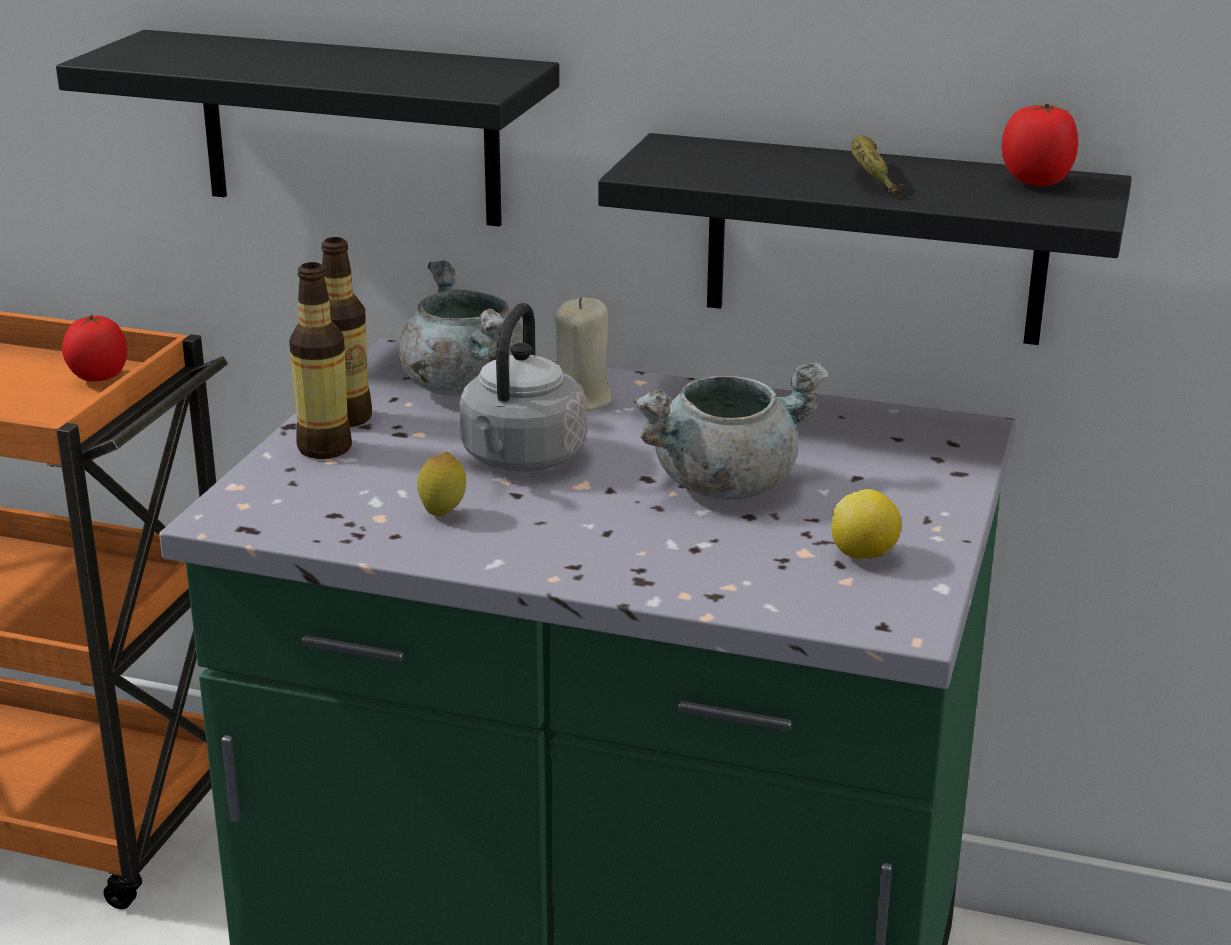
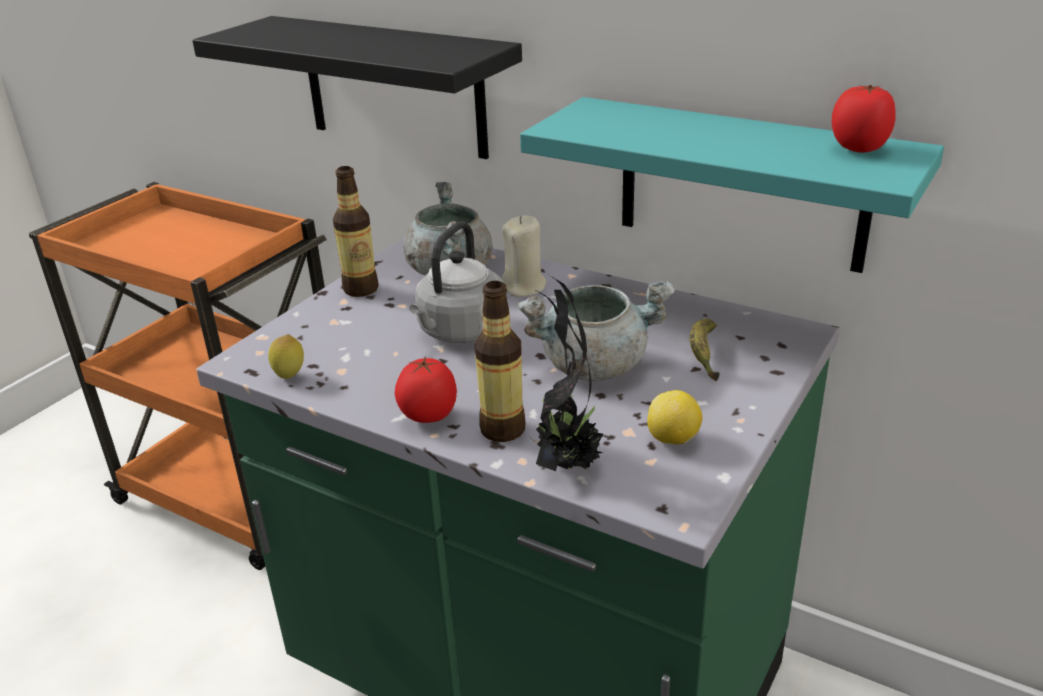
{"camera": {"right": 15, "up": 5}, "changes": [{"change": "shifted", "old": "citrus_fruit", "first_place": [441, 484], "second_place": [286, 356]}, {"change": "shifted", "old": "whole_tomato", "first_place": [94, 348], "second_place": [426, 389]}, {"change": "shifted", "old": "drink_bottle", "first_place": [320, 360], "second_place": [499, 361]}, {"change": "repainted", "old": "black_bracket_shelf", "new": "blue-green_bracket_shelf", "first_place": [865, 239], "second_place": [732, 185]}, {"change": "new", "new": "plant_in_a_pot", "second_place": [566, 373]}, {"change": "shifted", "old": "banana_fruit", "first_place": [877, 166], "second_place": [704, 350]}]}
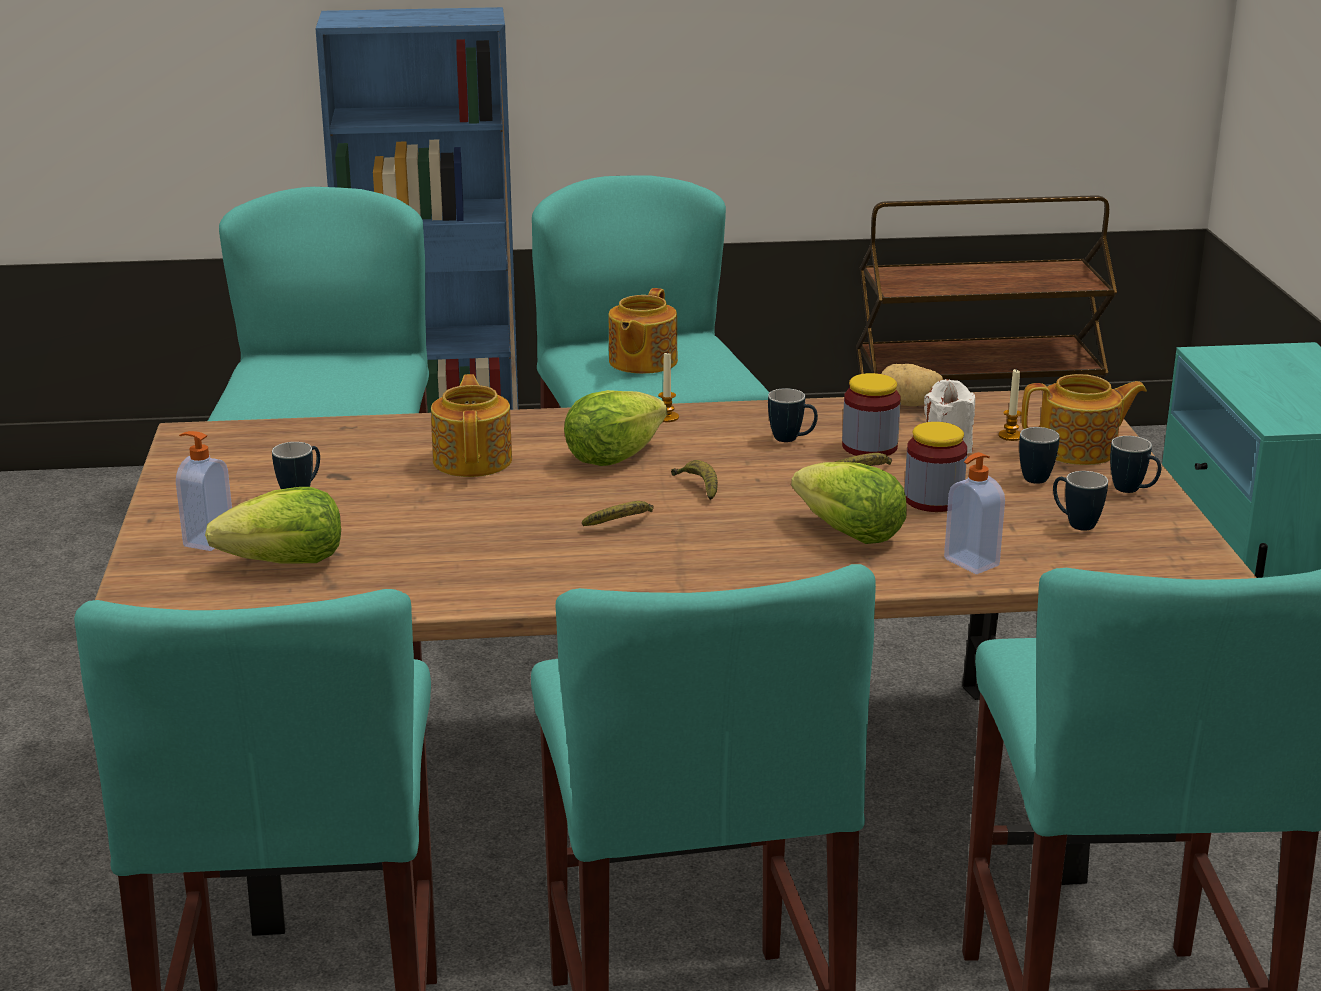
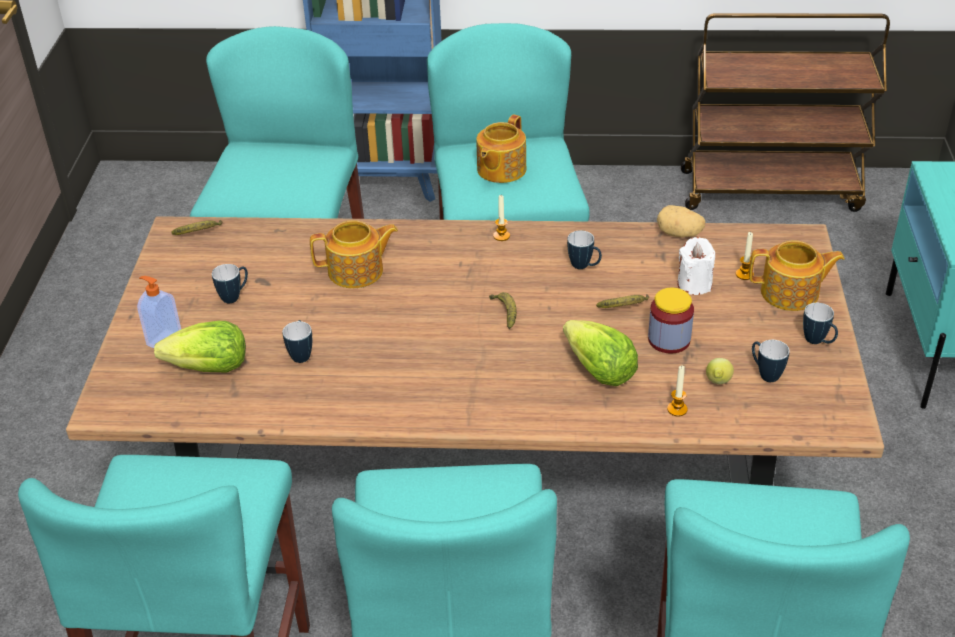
{"camera": {"right": 10, "up": 15}, "changes": [{"change": "shifted", "old": "banana_fruit", "first_place": [618, 513], "second_place": [196, 227]}, {"change": "shifted", "old": "mug", "first_place": [1039, 455], "second_place": [297, 341]}, {"change": "rotated", "old": "pot_for_tea", "first_place": [471, 425], "second_place": [354, 254], "degrees": 75}, {"change": "swapped", "old": "soap_bottle", "new": "wax_light", "first_place": [974, 513], "second_place": [677, 391]}, {"change": "new", "new": "citrus_fruit", "second_place": [720, 371]}, {"change": "gone", "old": "head_of_lettuce", "first_place": [615, 428]}, {"change": "gone", "old": "jar", "first_place": [871, 414]}]}
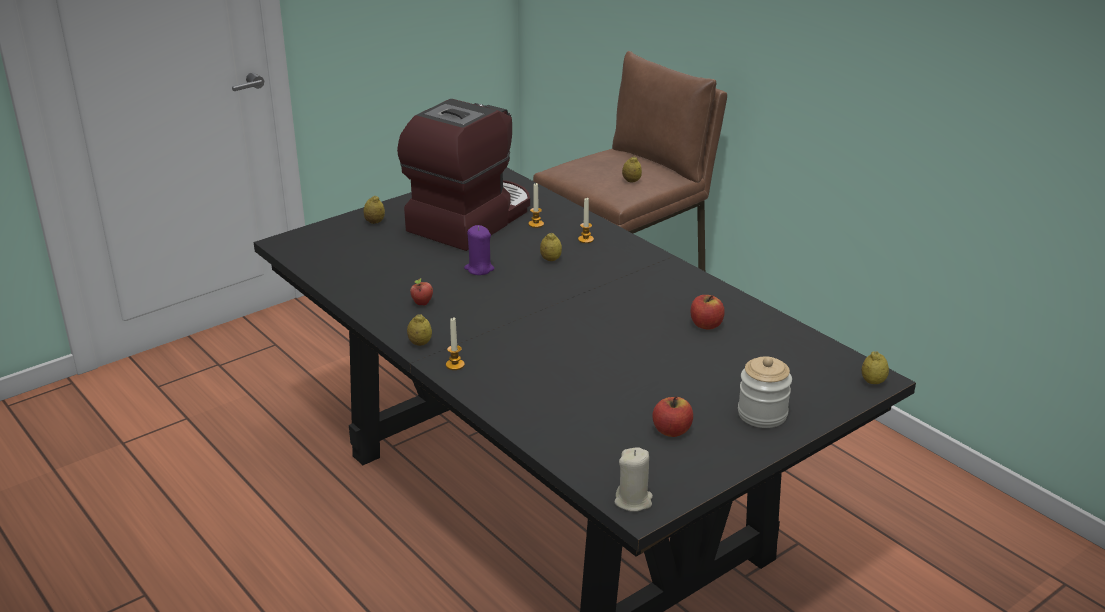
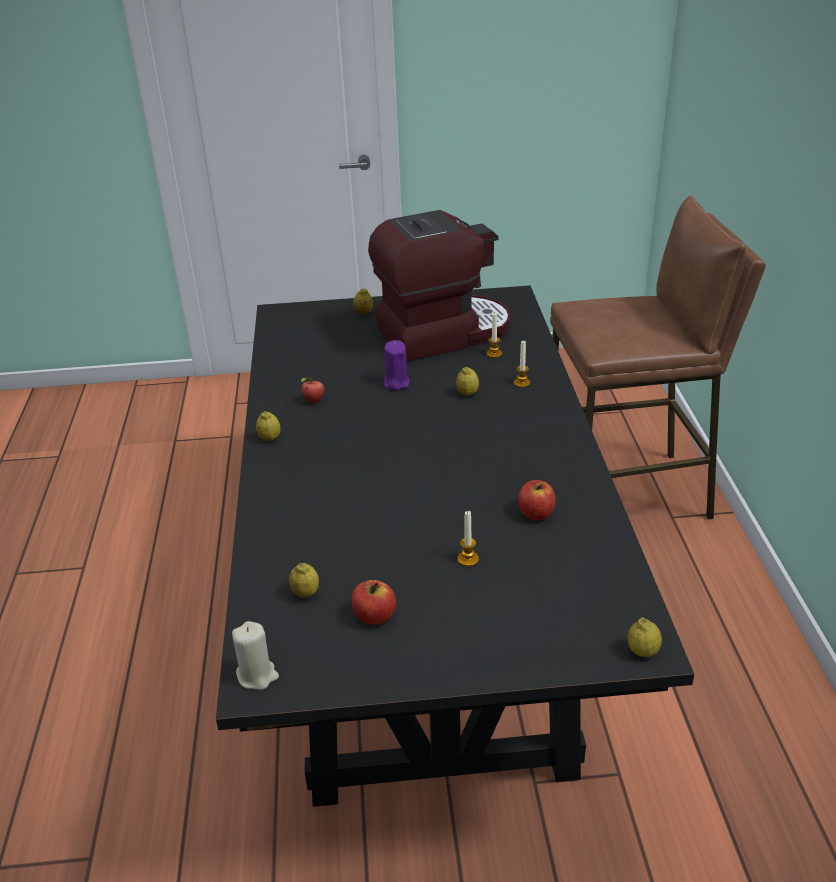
{"camera": {"right": 35, "up": 5}, "changes": [{"change": "shifted", "old": "citrus_fruit", "first_place": [632, 169], "second_place": [304, 580]}, {"change": "shifted", "old": "wax_light", "first_place": [455, 344], "second_place": [468, 538]}, {"change": "gone", "old": "jar", "first_place": [765, 392]}]}
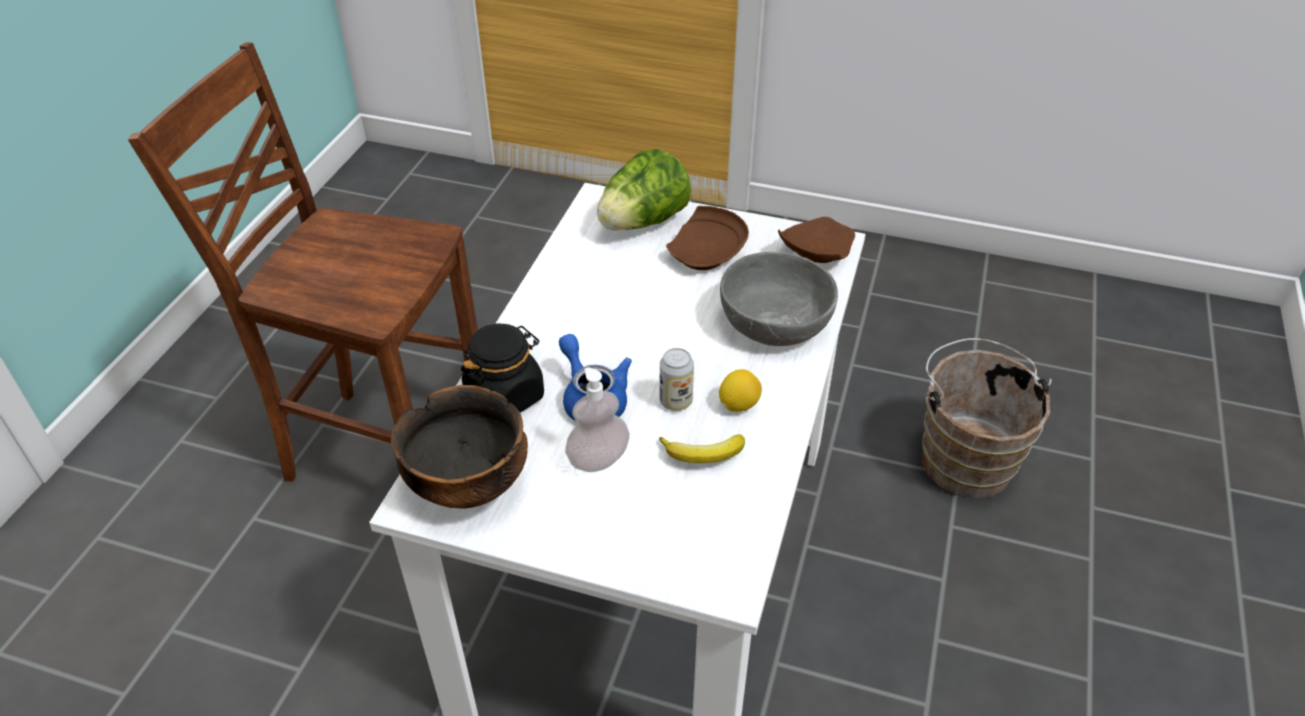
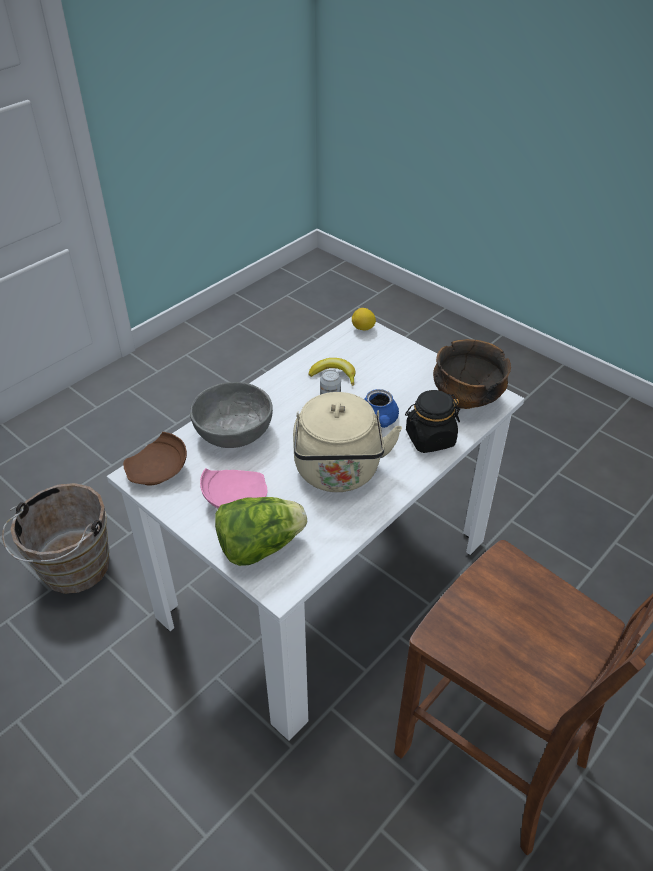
{"camera": {"right": -155, "up": 0}, "changes": [{"change": "repainted", "old": "brown_flat_dish", "new": "pinkish_flat_dish", "first_place": [707, 238], "second_place": [233, 488]}, {"change": "new", "new": "beige_kettle", "second_place": [347, 442]}, {"change": "shifted", "old": "citrus_fruit", "first_place": [740, 390], "second_place": [364, 319]}, {"change": "gone", "old": "soap_bottle", "first_place": [597, 419]}]}
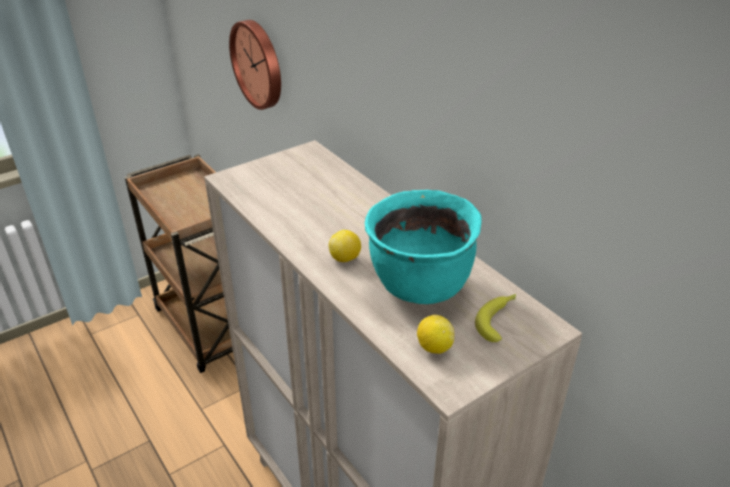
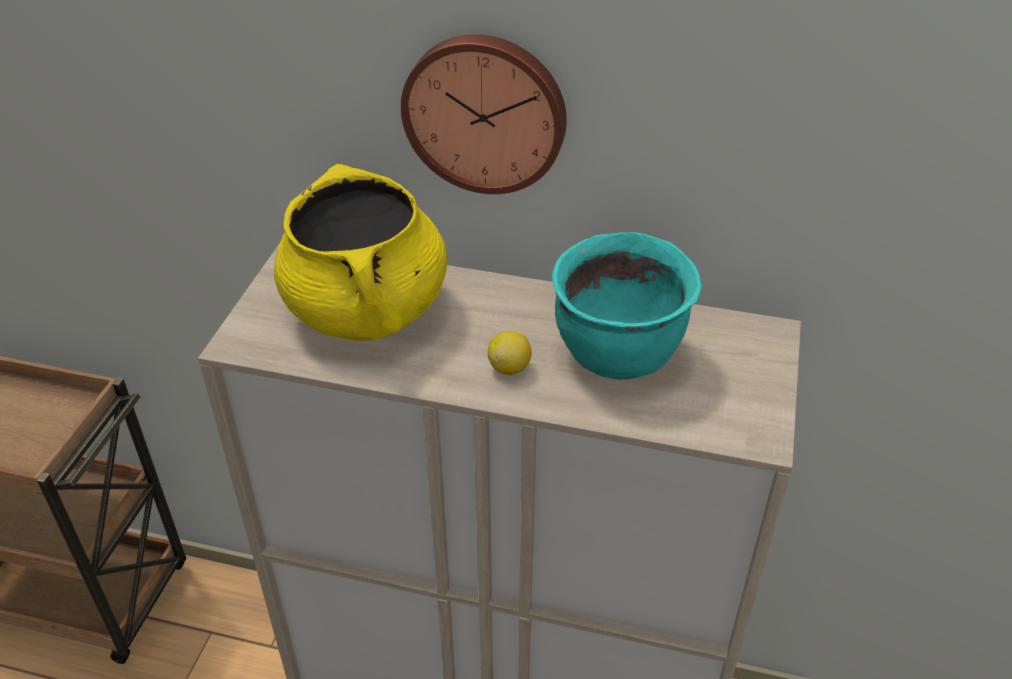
{"camera": {"right": -40, "up": 5}, "changes": [{"change": "new", "new": "yellow_saucepot", "second_place": [360, 252]}, {"change": "shifted", "old": "wall_clock", "first_place": [255, 65], "second_place": [484, 114]}, {"change": "gone", "old": "citrus_fruit", "first_place": [435, 334]}, {"change": "gone", "old": "banana_fruit", "first_place": [495, 318]}]}
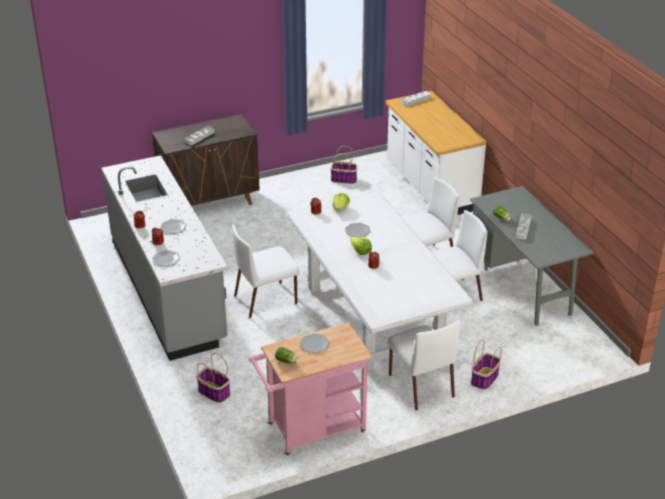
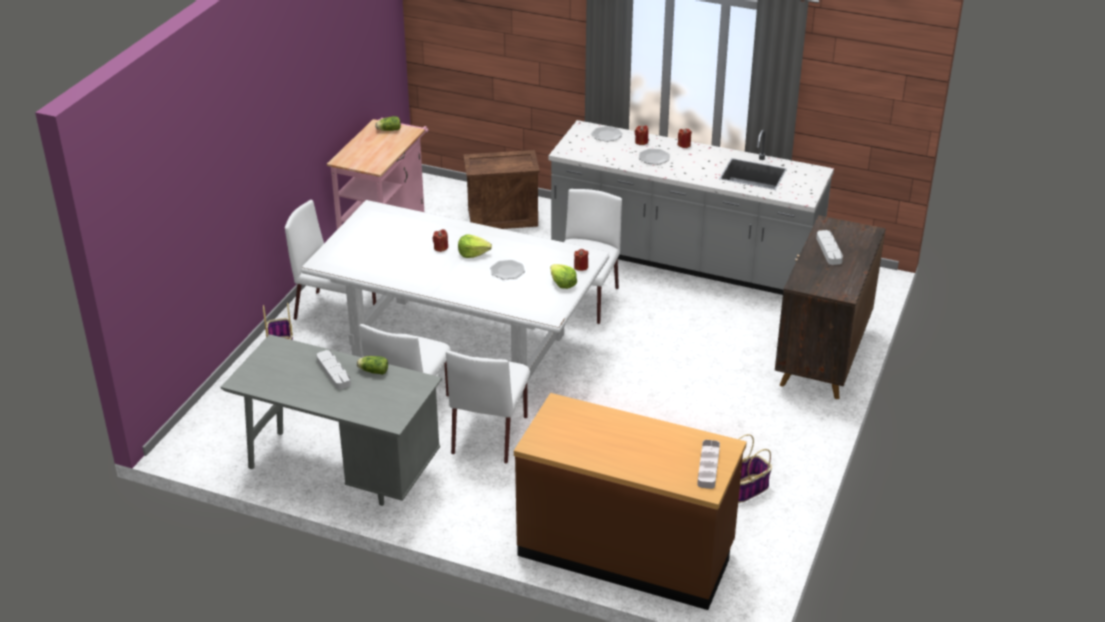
{"camera": {"right": 135, "up": 0}, "changes": [{"change": "swapped", "old": "household_basket", "new": "packing_crate", "first_place": [213, 378], "second_place": [501, 189]}, {"change": "repainted", "old": "white_kitchen_counter", "new": "brown_kitchen_counter", "first_place": [436, 153], "second_place": [630, 501]}, {"change": "gone", "old": "flat_dish", "first_place": [314, 343]}]}
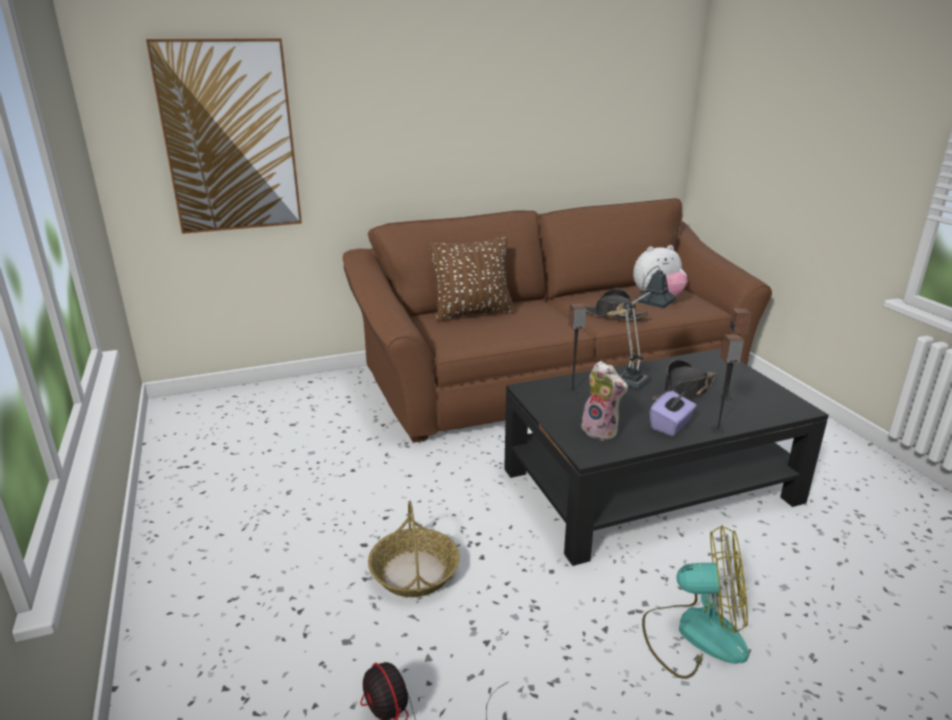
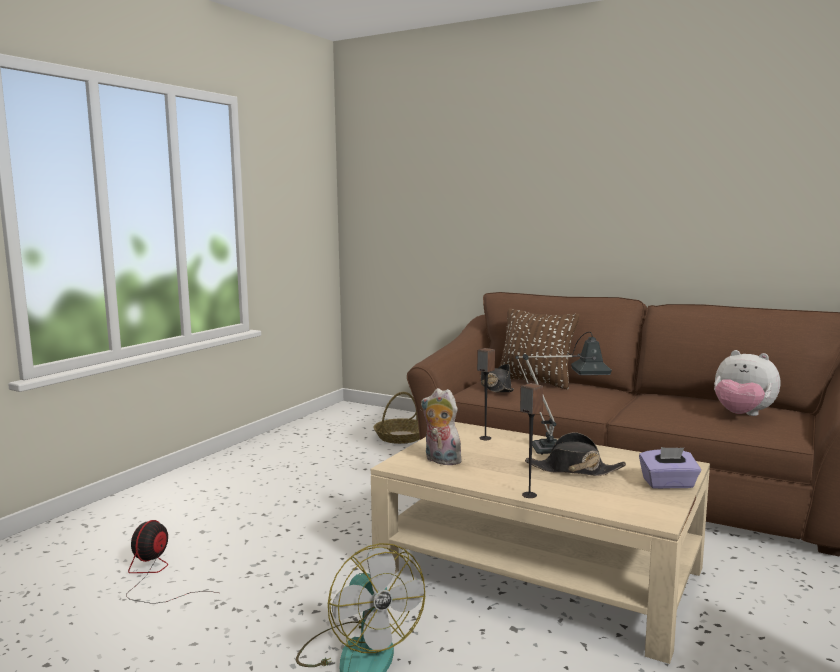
{"camera": {"right": 50, "up": -15}, "changes": [{"change": "repainted", "old": "black_low_table", "new": "beige_low_table", "first_place": [666, 457], "second_place": [540, 543]}, {"change": "shifted", "old": "household_basket", "first_place": [414, 549], "second_place": [396, 418]}, {"change": "rotated", "old": "cuddly_toy", "first_place": [604, 401], "second_place": [441, 426], "degrees": 120}, {"change": "shifted", "old": "black_clothing_hat", "first_place": [616, 304], "second_place": [497, 378]}, {"change": "shifted", "old": "purple_tissue_holder", "first_place": [673, 413], "second_place": [670, 468]}, {"change": "gone", "old": "wall_art", "first_place": [224, 136]}, {"change": "gone", "old": "speaker", "first_place": [735, 354]}]}
